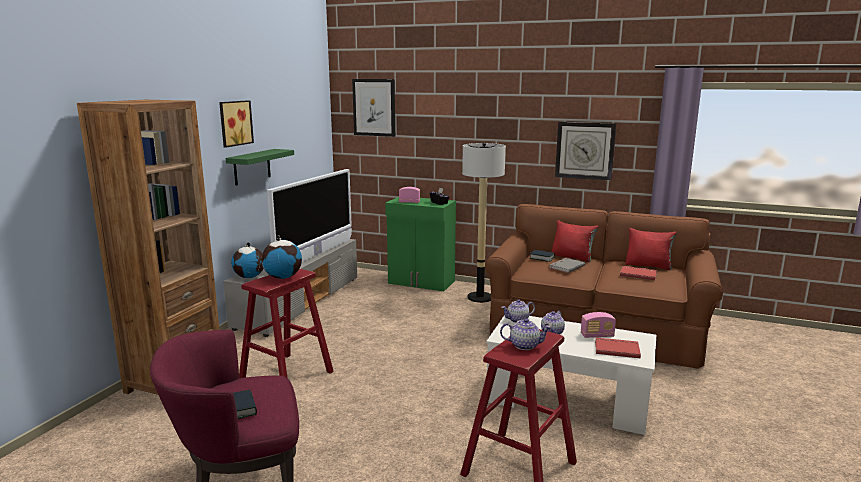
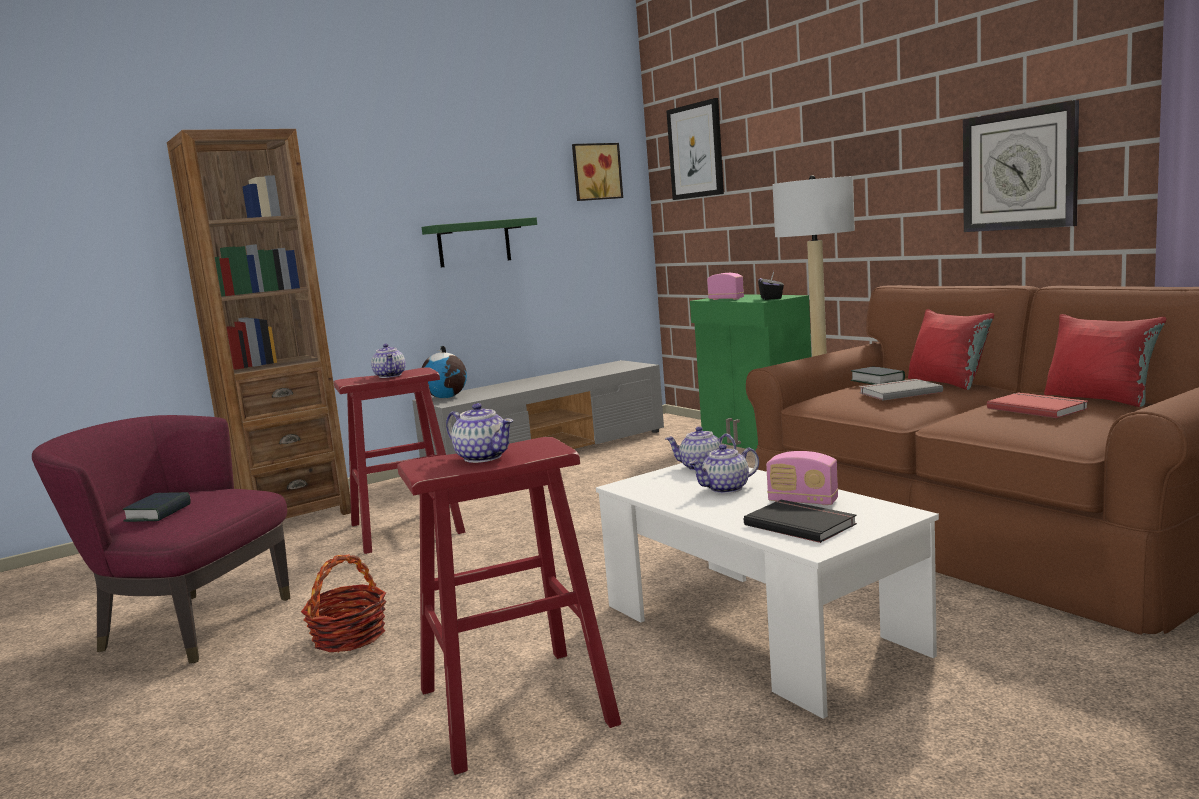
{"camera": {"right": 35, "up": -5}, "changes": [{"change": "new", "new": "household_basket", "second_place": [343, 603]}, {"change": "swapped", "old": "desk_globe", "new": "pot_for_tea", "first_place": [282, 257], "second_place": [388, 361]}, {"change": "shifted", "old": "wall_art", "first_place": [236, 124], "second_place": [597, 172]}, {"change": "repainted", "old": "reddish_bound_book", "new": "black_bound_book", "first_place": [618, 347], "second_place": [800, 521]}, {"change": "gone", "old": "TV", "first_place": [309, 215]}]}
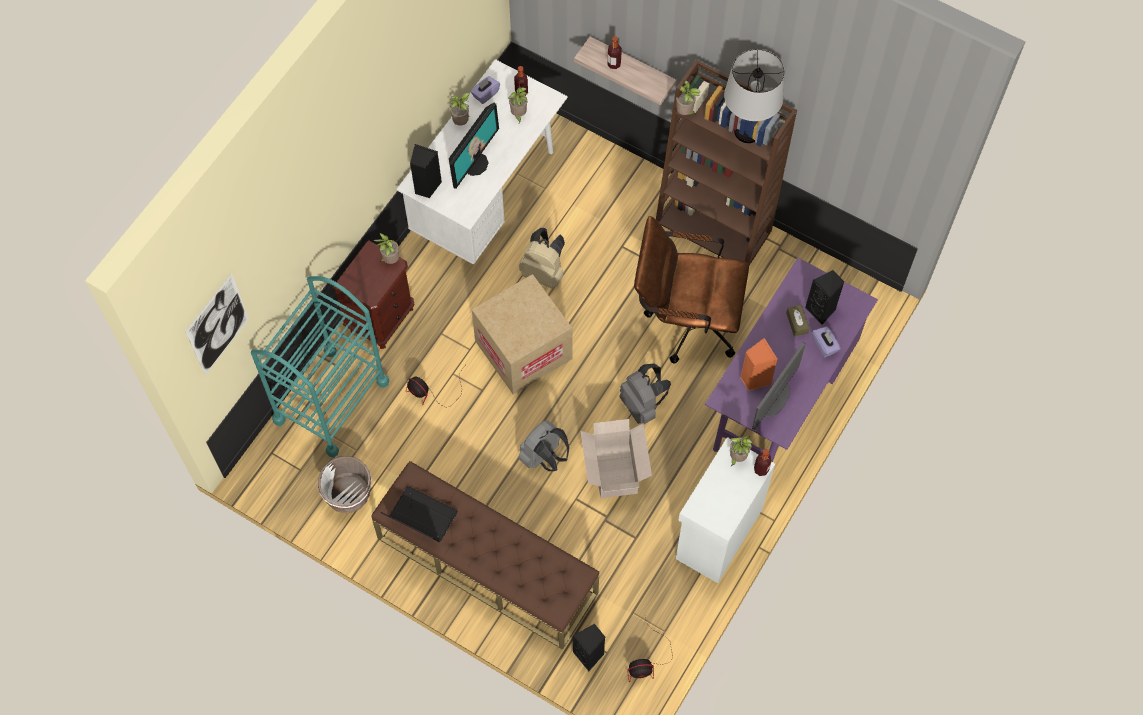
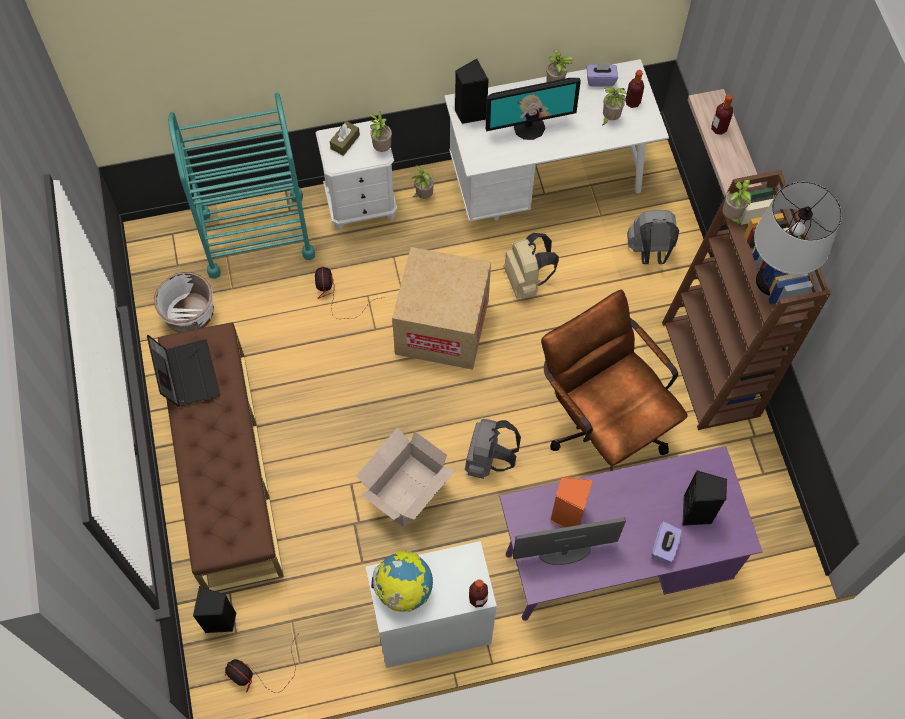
{"camera": {"right": 45, "up": 0}, "changes": [{"change": "repainted", "old": "brown_bedside_table", "new": "white_bedside_table", "first_place": [374, 295], "second_place": [356, 175]}, {"change": "shifted", "old": "brown_tissue_holder", "first_place": [797, 321], "second_place": [345, 138]}, {"change": "new", "new": "desk_globe", "second_place": [402, 581]}, {"change": "shifted", "old": "plant_in_a_pot", "first_place": [741, 451], "second_place": [421, 182]}, {"change": "shifted", "old": "gray_backpack", "first_place": [544, 445], "second_place": [653, 237]}, {"change": "gone", "old": "wall_art", "first_place": [217, 324]}]}
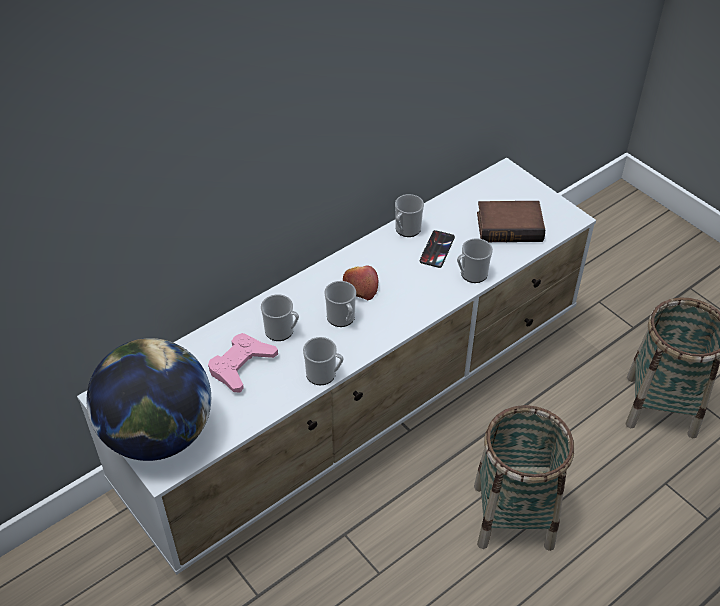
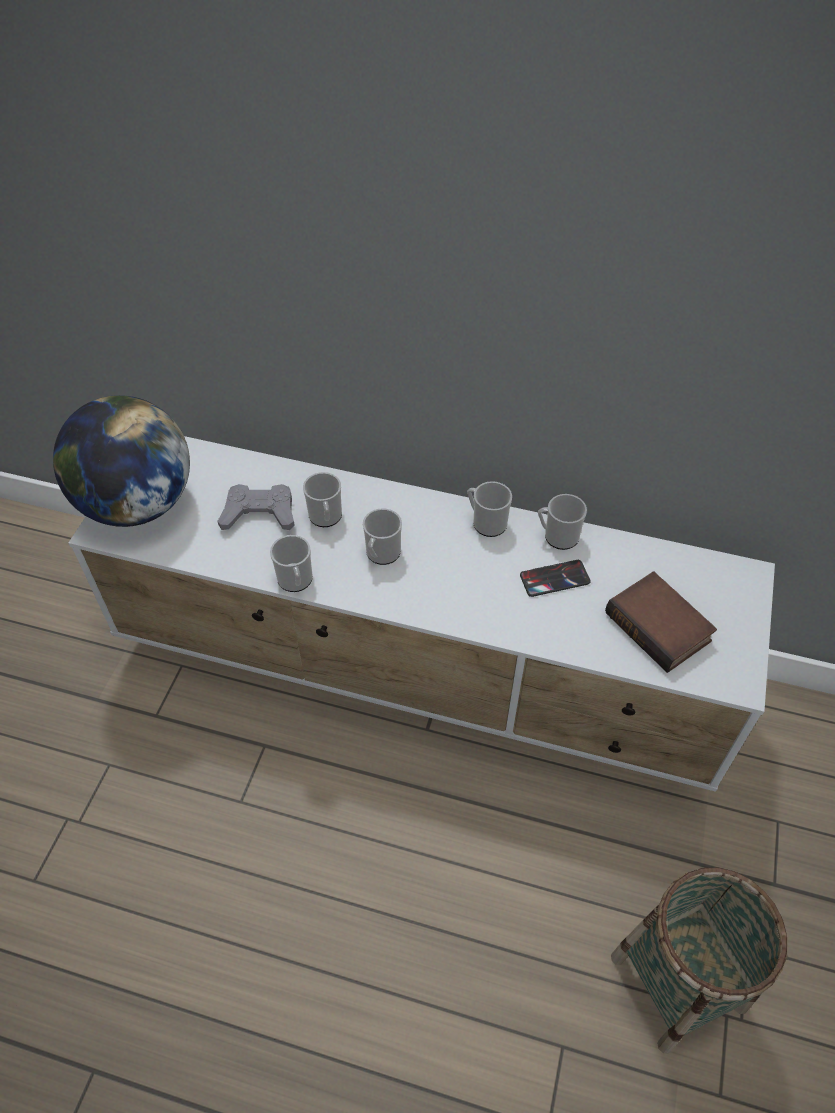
{"camera": {"right": 55, "up": 5}, "changes": [{"change": "repainted", "old": "pinkish_joypad", "new": "gray_joypad", "first_place": [243, 363], "second_place": [256, 507]}, {"change": "shifted", "old": "mug", "first_place": [475, 260], "second_place": [489, 509]}, {"change": "gone", "old": "apple", "first_place": [360, 282]}, {"change": "gone", "old": "household_basket", "first_place": [524, 478]}]}
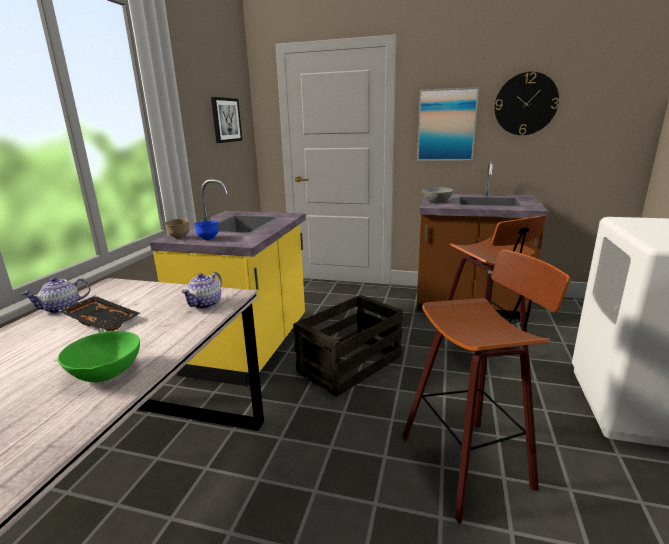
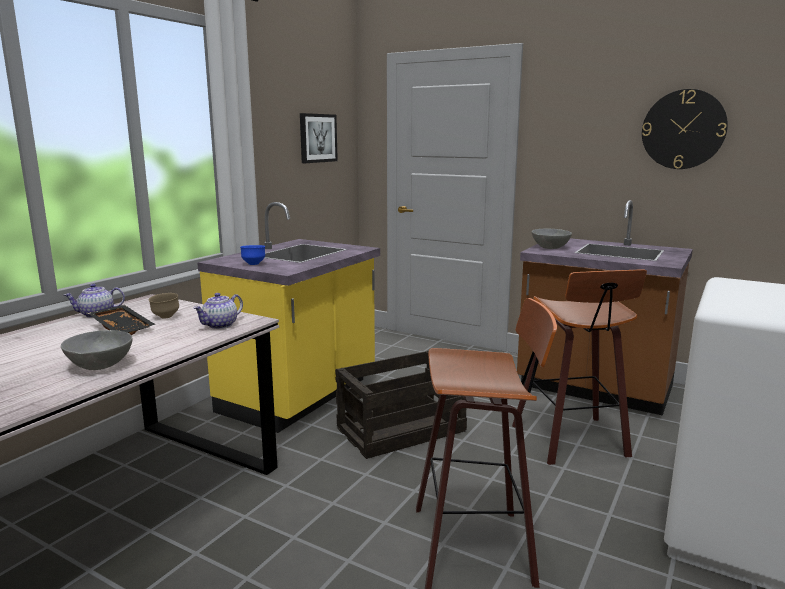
{"camera": {"right": 15, "up": -5}, "changes": [{"change": "repainted", "old": "green-coloured_bowl", "new": "gray_bowl", "first_place": [99, 356], "second_place": [96, 350]}, {"change": "shifted", "old": "brown_bowl", "first_place": [177, 228], "second_place": [164, 306]}, {"change": "gone", "old": "wall_art", "first_place": [448, 124]}]}
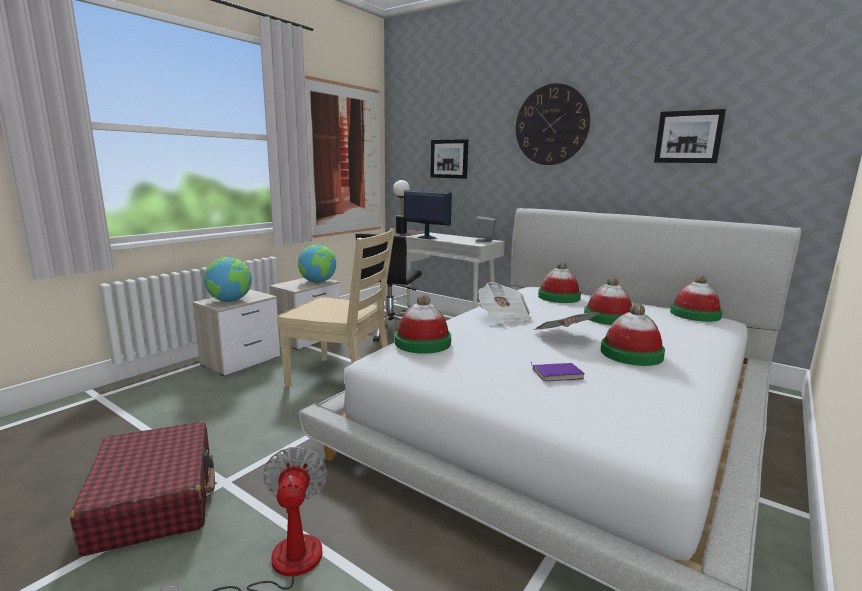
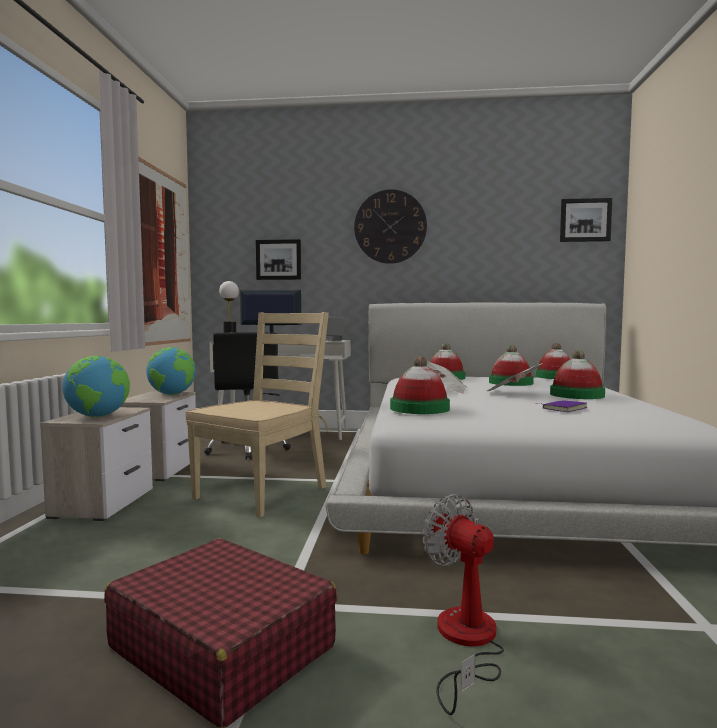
{"camera": {"right": -30, "up": -10}, "changes": [{"change": "rotated", "old": "beige_chair", "first_place": [336, 307], "second_place": [257, 415], "degrees": -45}, {"change": "shifted", "old": "wall_art", "first_place": [690, 136], "second_place": [586, 220]}]}
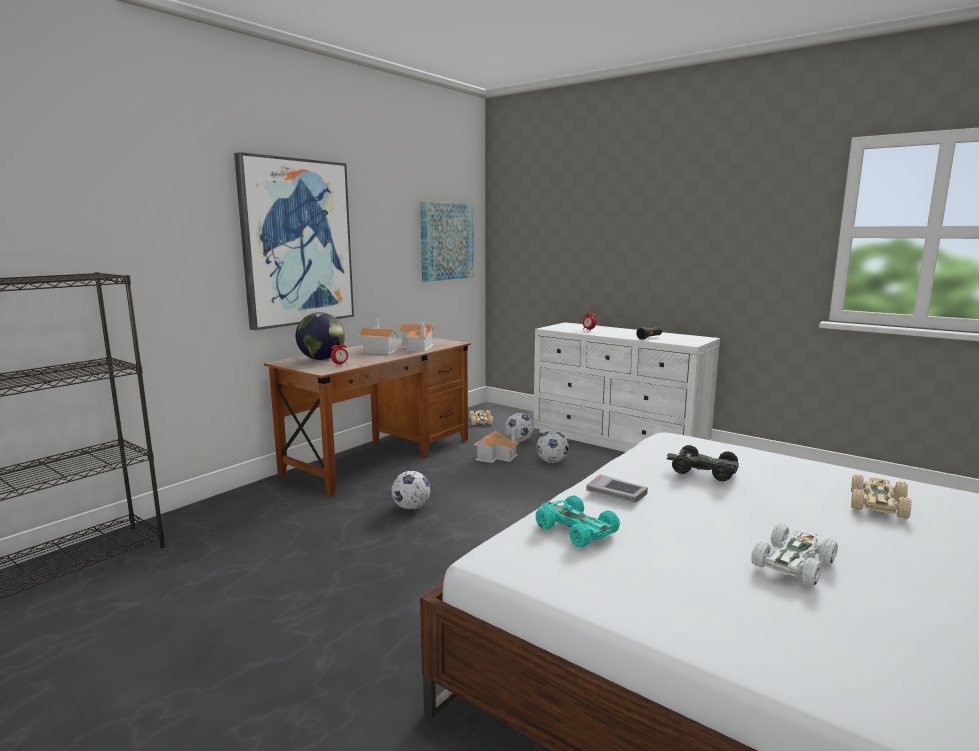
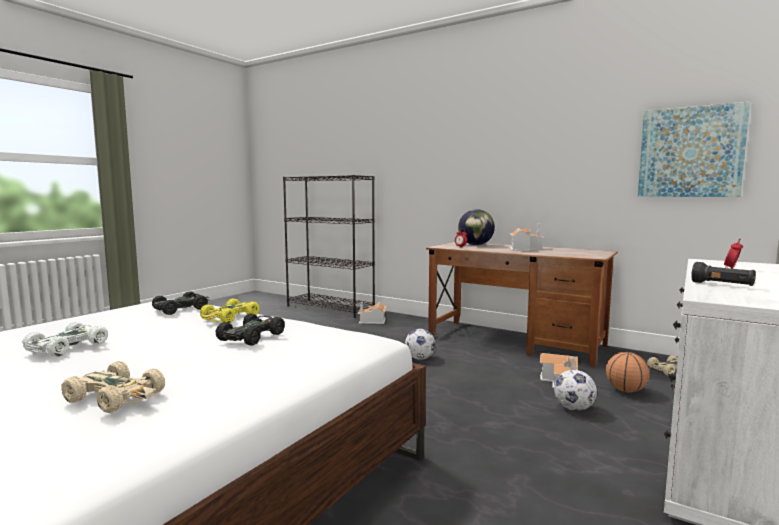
{"camera": {"right": 85, "up": -5}, "changes": [{"change": "rotated", "old": "white_miniature_car", "first_place": [794, 554], "second_place": [65, 339], "degrees": -105}, {"change": "repainted", "old": "blue-green_miniature_car", "new": "black_miniature_car", "first_place": [578, 521], "second_place": [181, 303]}, {"change": "swapped", "old": "bound_book", "new": "yellow_miniature_car", "first_place": [617, 488], "second_place": [230, 310]}, {"change": "shifted", "old": "toy_house", "first_place": [417, 336], "second_place": [372, 312]}, {"change": "swapped", "old": "football_ball", "new": "basketball", "first_place": [519, 427], "second_place": [628, 372]}, {"change": "gone", "old": "wall_art", "first_place": [294, 241]}]}
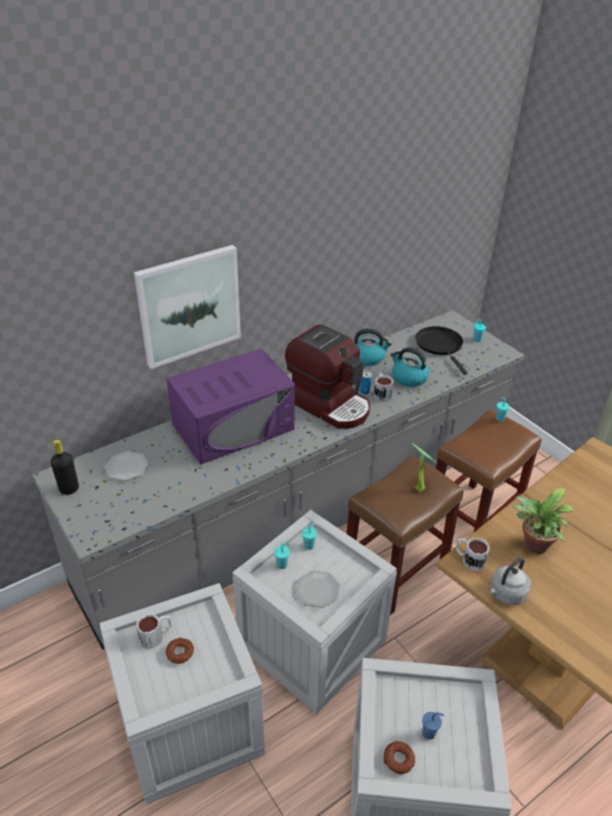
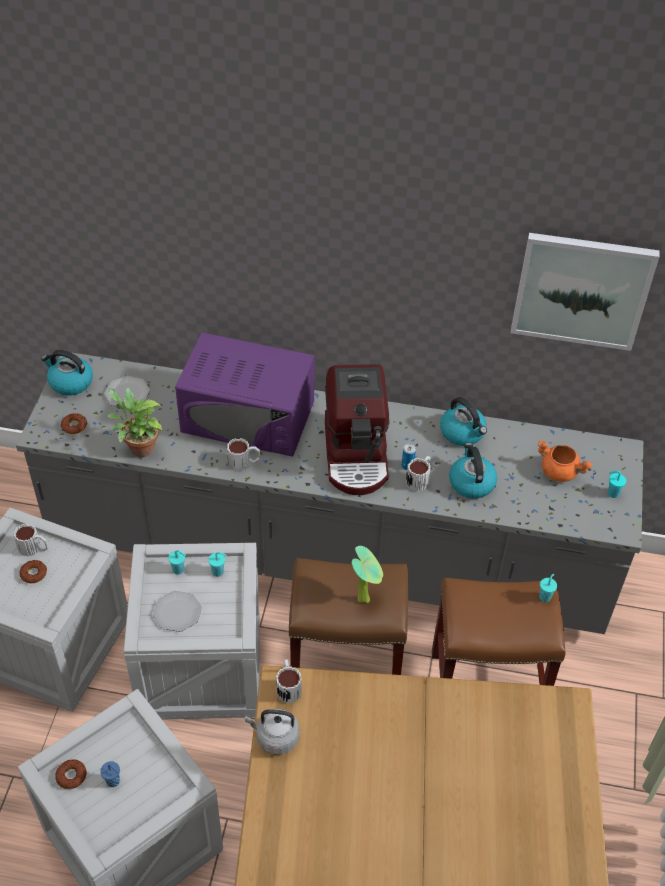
{"camera": {"right": 45, "up": 10}, "changes": [{"change": "swapped", "old": "black_drink_bottle", "new": "kettle", "first_place": [65, 467], "second_place": [67, 373]}, {"change": "new", "new": "doughnut", "second_place": [74, 423]}, {"change": "shifted", "old": "plant_in_a_pot", "first_place": [542, 521], "second_place": [135, 422]}, {"change": "new", "new": "mug", "second_place": [243, 454]}, {"change": "shifted", "old": "wall_art", "first_place": [187, 307], "second_place": [585, 292]}, {"change": "swapped", "old": "black_skillet", "new": "orangey_saucepot", "first_place": [442, 350], "second_place": [565, 461]}]}
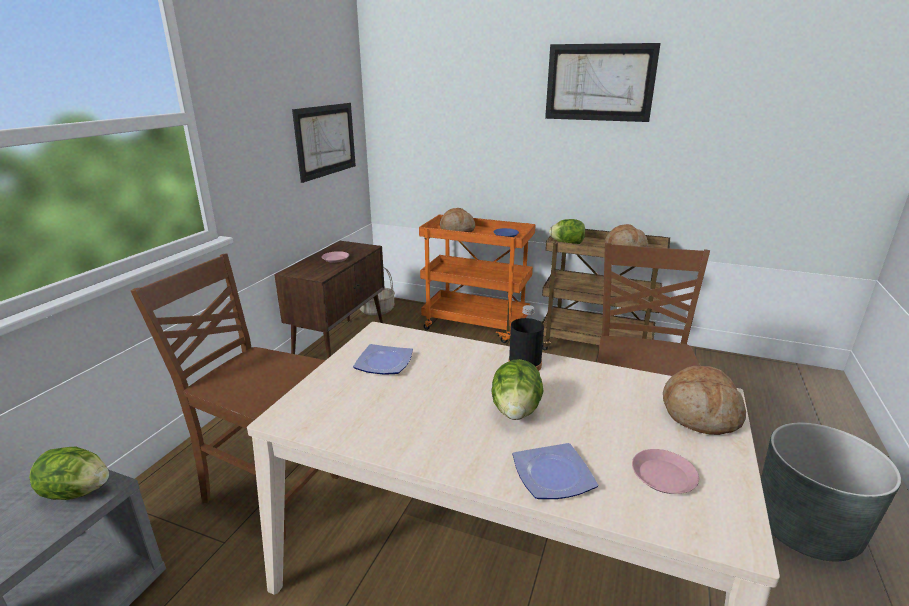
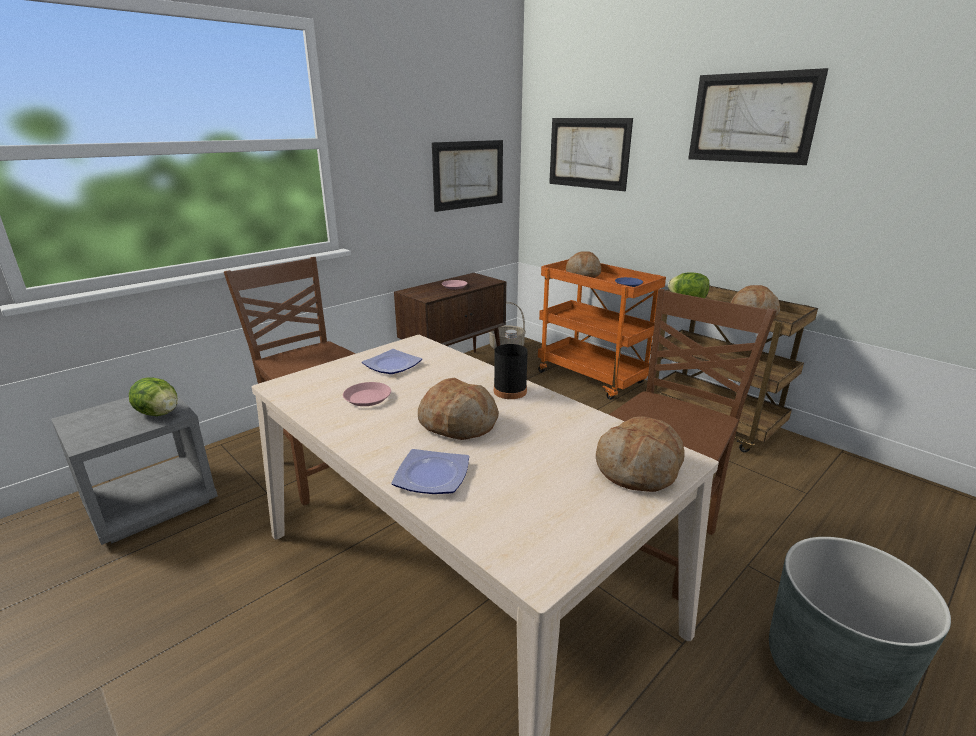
{"camera": {"right": 25, "up": 0}, "changes": [{"change": "shifted", "old": "pinkish_flat_dish", "first_place": [665, 471], "second_place": [367, 394]}, {"change": "swapped", "old": "head_of_lettuce", "new": "baked_bread", "first_place": [517, 389], "second_place": [458, 409]}, {"change": "new", "new": "wall_art", "second_place": [591, 154]}]}
